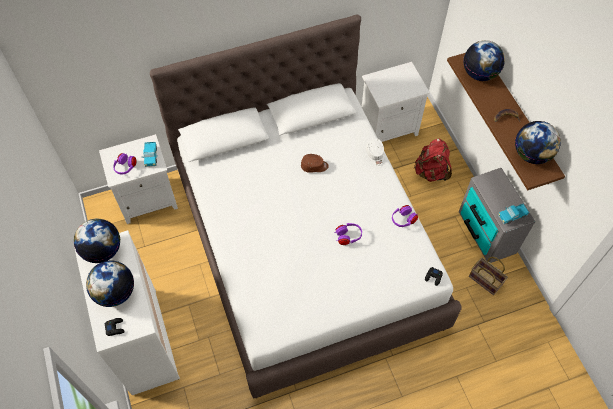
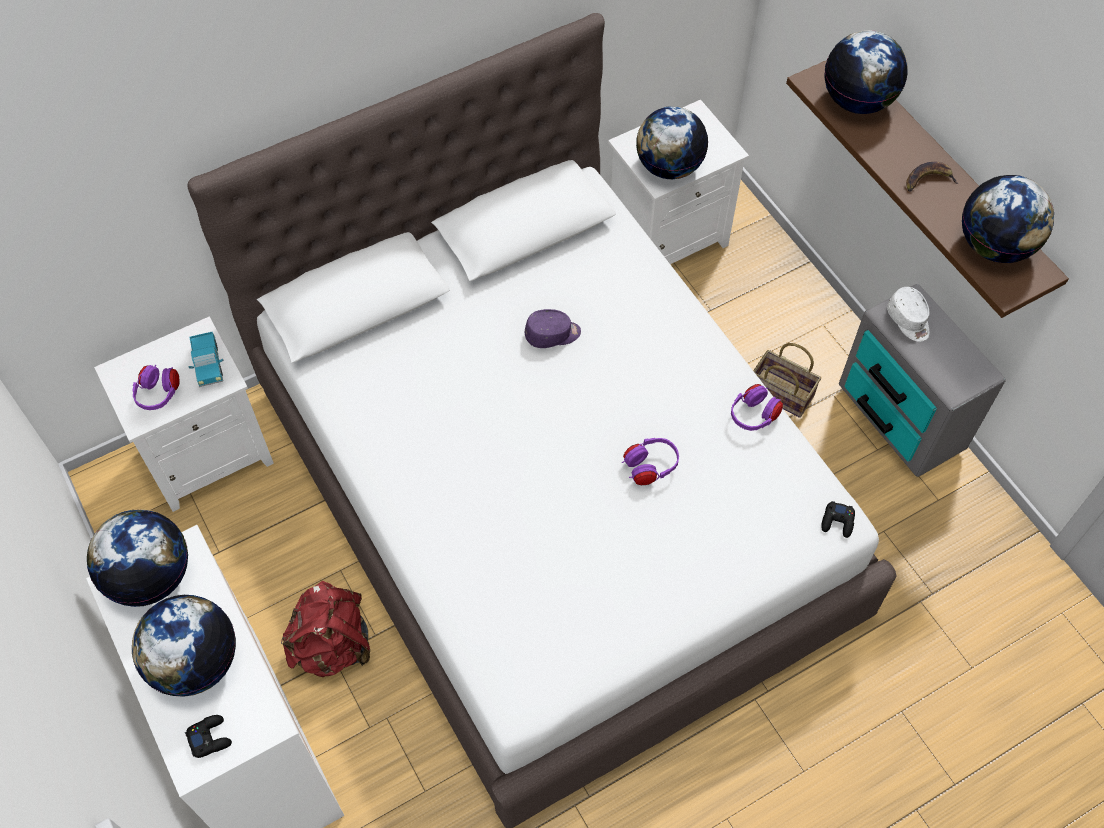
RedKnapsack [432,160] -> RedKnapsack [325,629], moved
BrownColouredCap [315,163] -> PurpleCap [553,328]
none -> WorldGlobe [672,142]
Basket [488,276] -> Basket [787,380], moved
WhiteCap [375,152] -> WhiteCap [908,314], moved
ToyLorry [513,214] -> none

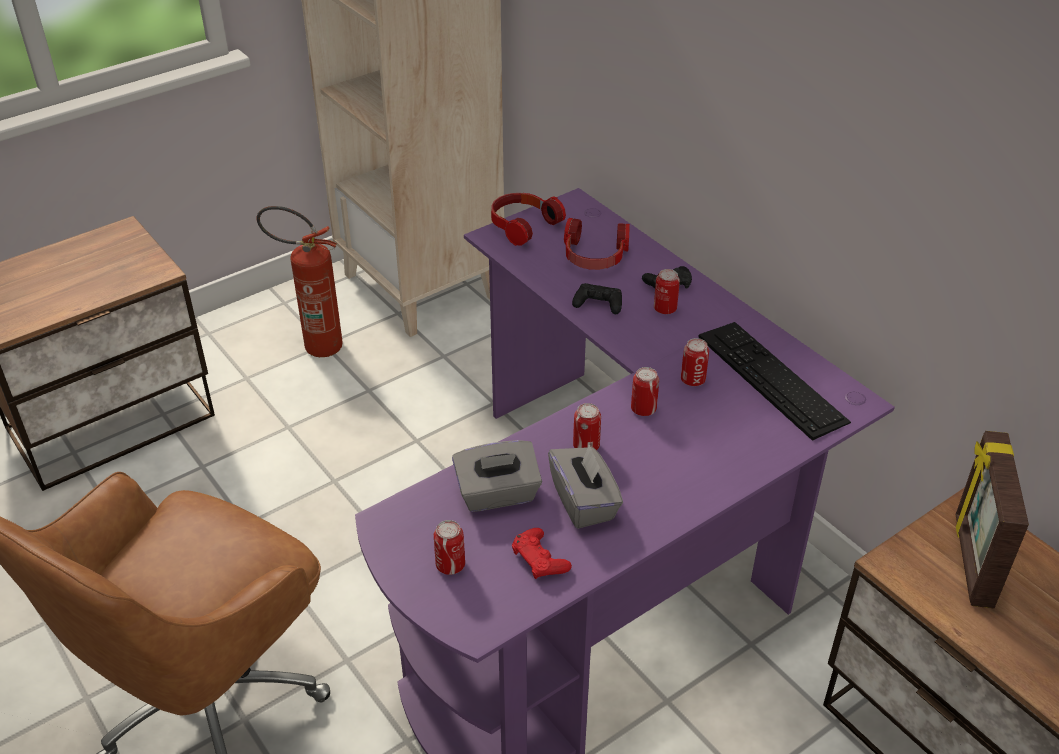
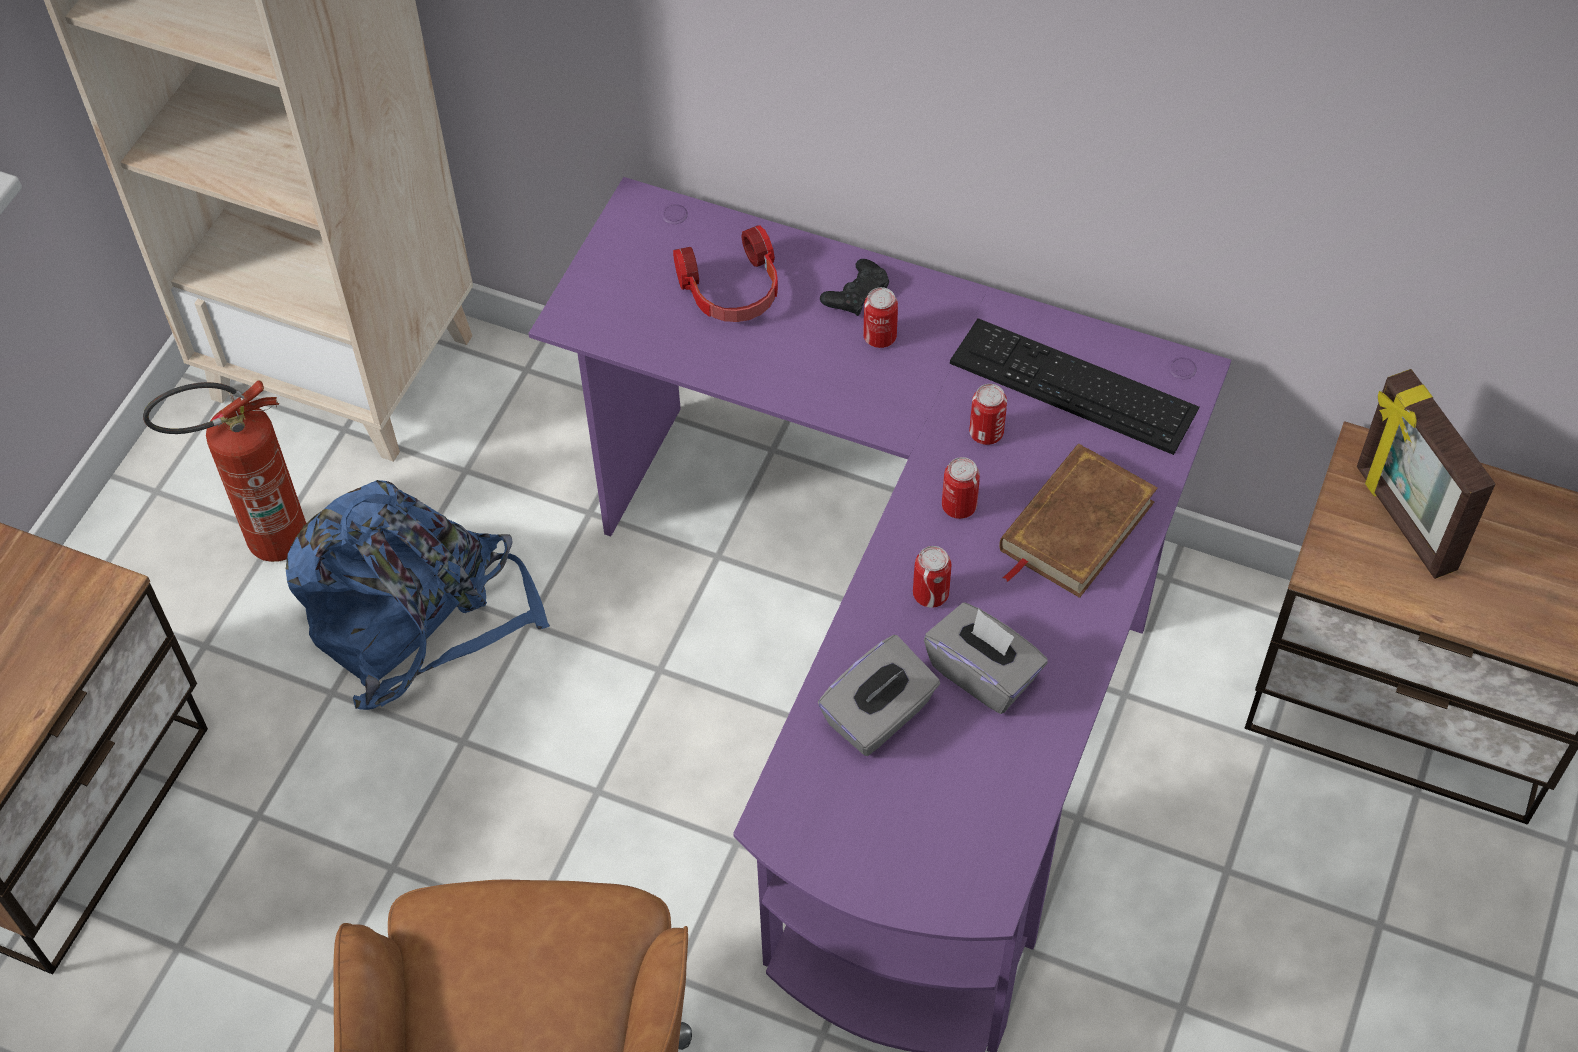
none -> BlueColouredKnapsack [418,595]
none -> BrownColouredBook [1078,521]
SealedCan [449,547] -> none
Headset [528,219] -> none
RedGamepad [542,553] -> none
BlackGamepad [597,298] -> none

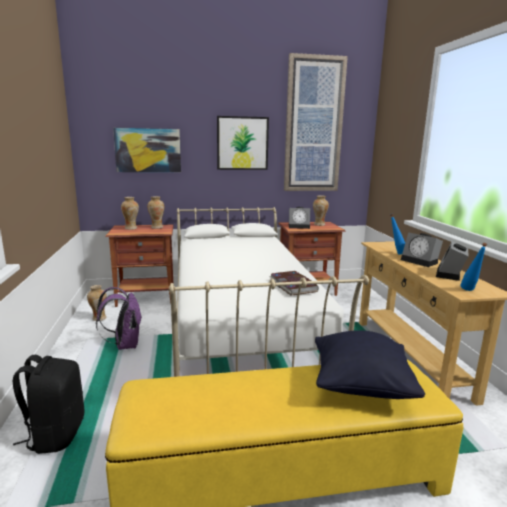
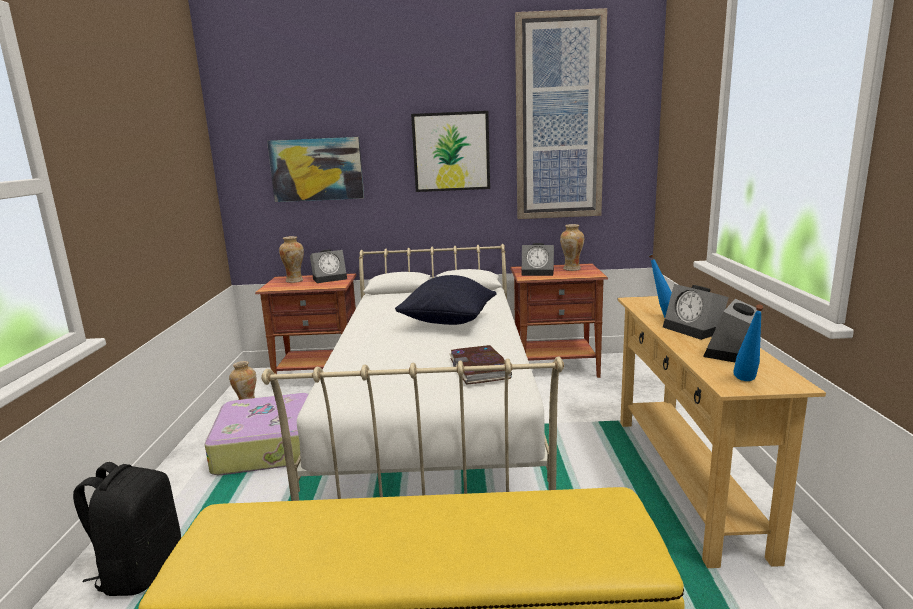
PurpleKnapsack [119,318] -> Suitcase [257,434]
FlowerVase [155,212] -> TableClock [328,266]
BlackThrowPillow [370,364] -> BlackThrowPillow [446,300], moved

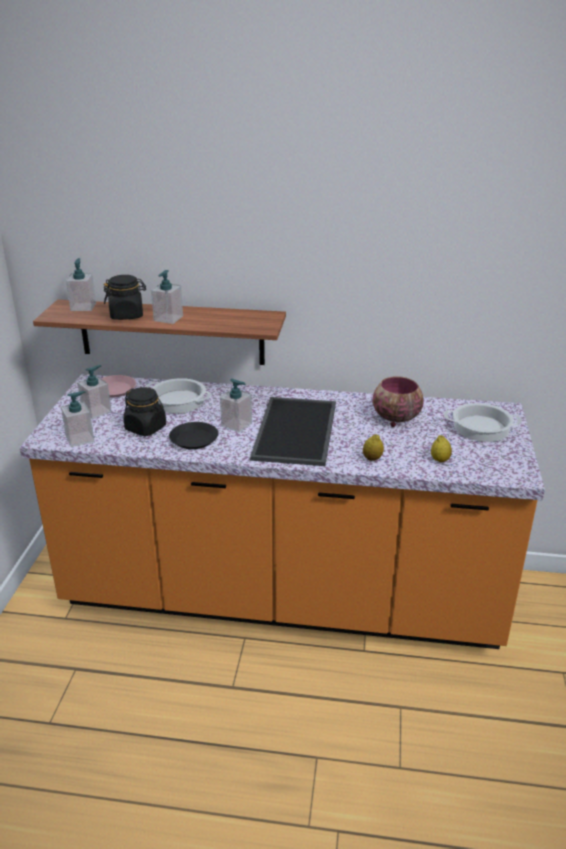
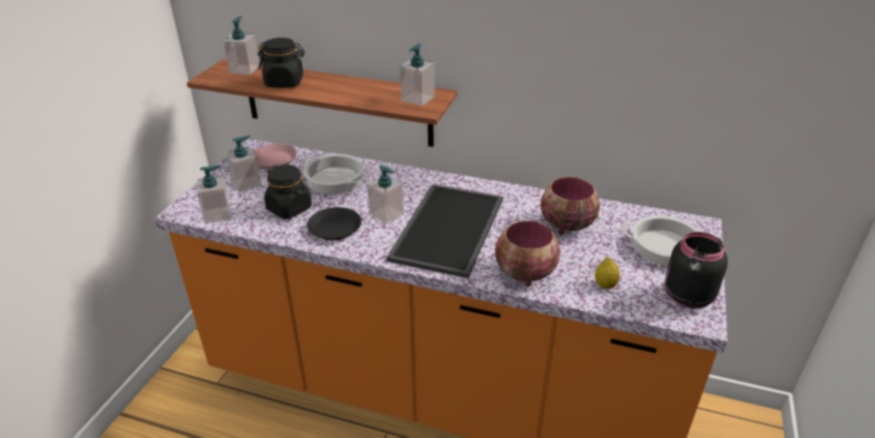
LiquidSoapBottle [167,297] -> LiquidSoapBottle [417,75], moved
Lemon [373,447] -> Bowl [527,253]
none -> BlackStorageJar [696,270]

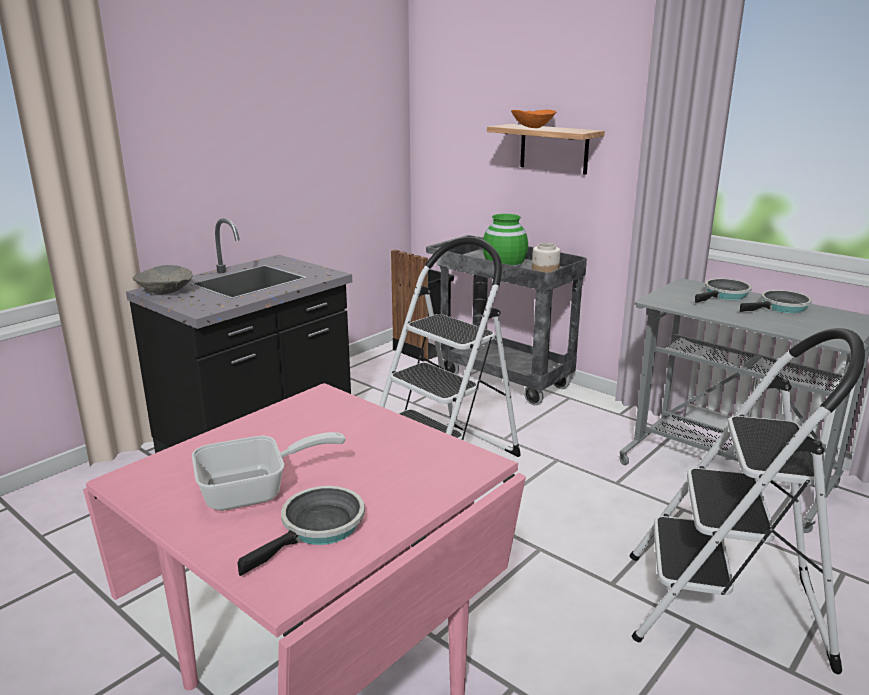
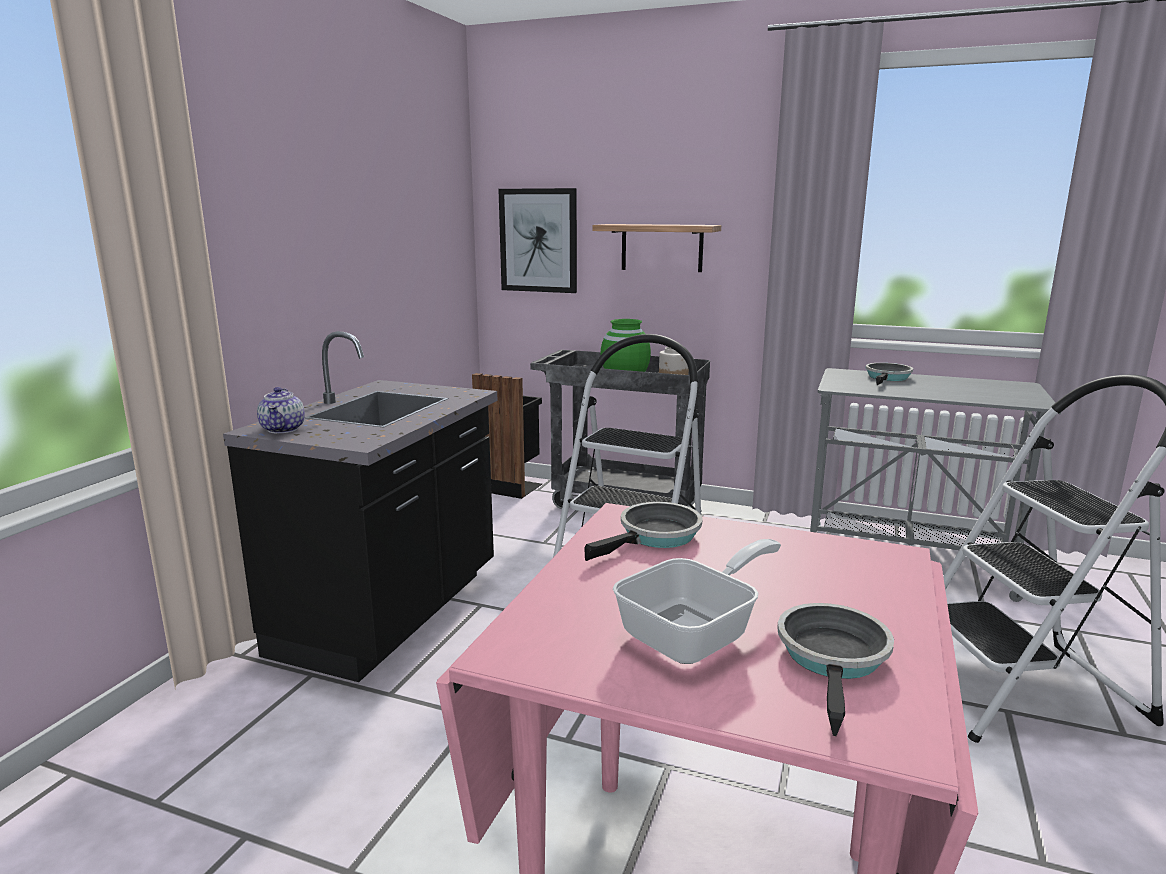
GreyishBowl [163,280] -> PotForTea [281,410]
none -> WallPicture [537,240]
Pan [776,301] -> Pan [643,531], moved
OrangeyBowl [534,119] -> none

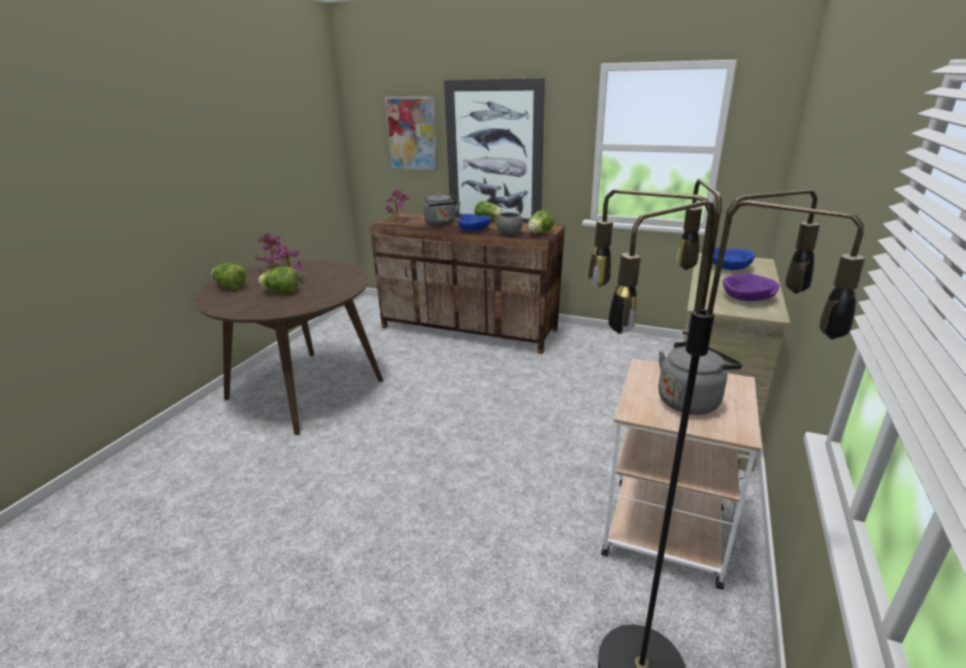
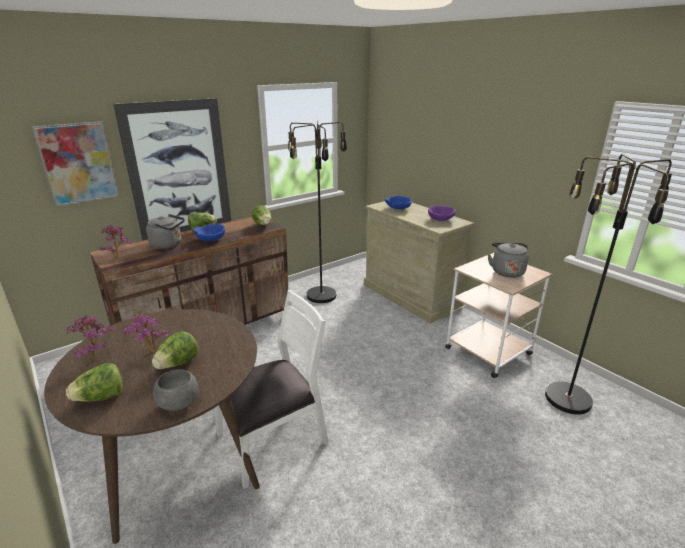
GreyishBowl [509,224] -> GreyishBowl [176,390], moved
none -> WhitePlainChair [271,389]
none -> StandingLamp [317,211]

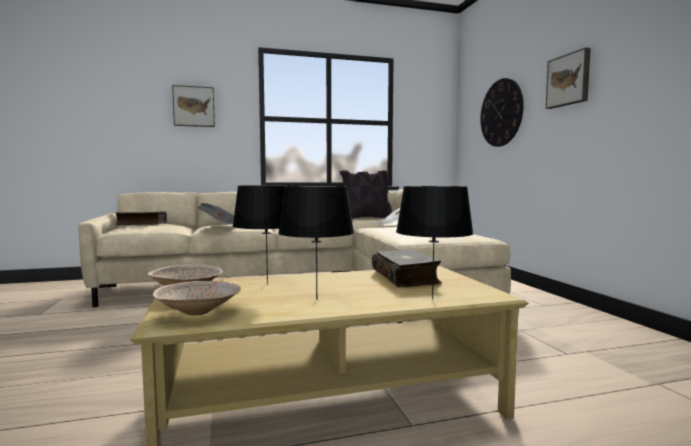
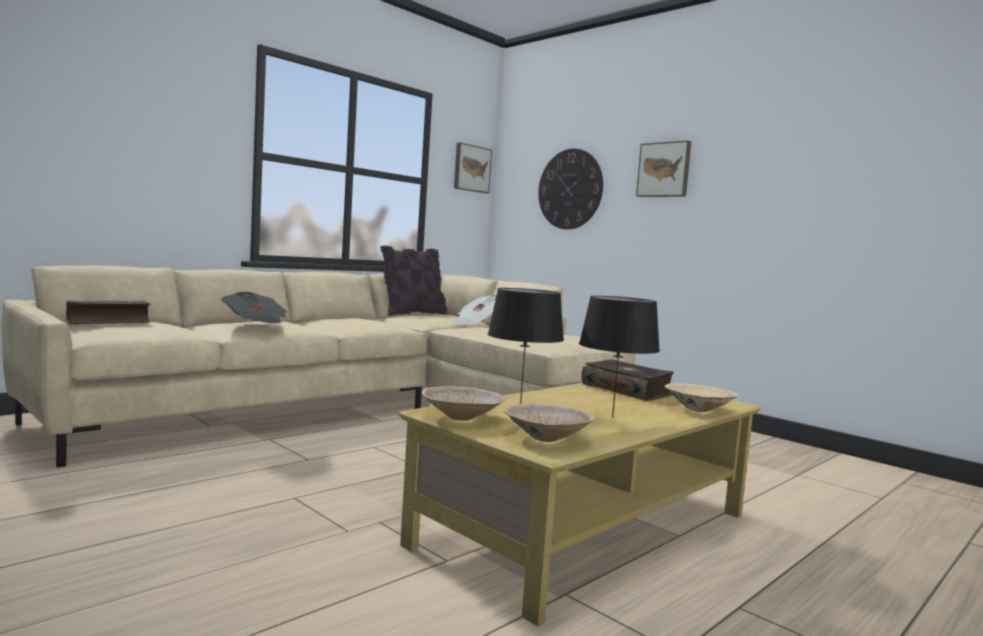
WallPicture [193,106] -> WallPicture [473,168], moved
BlackTableLamp [434,243] -> BeigeColouredBowl [702,397]

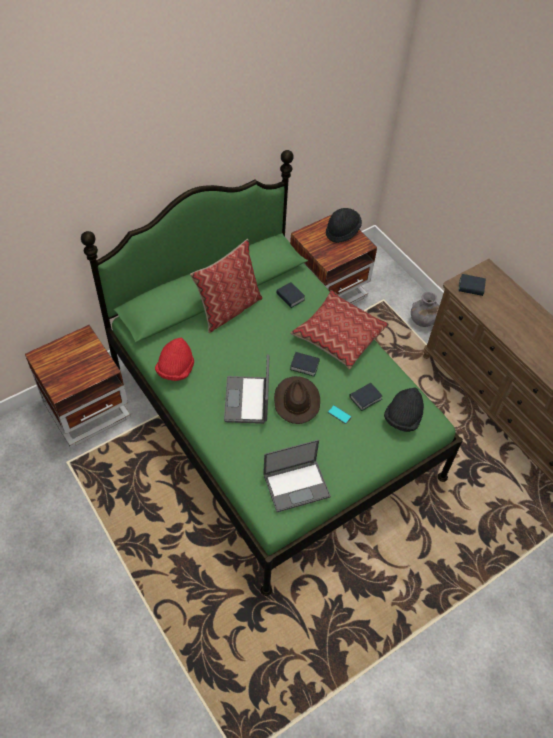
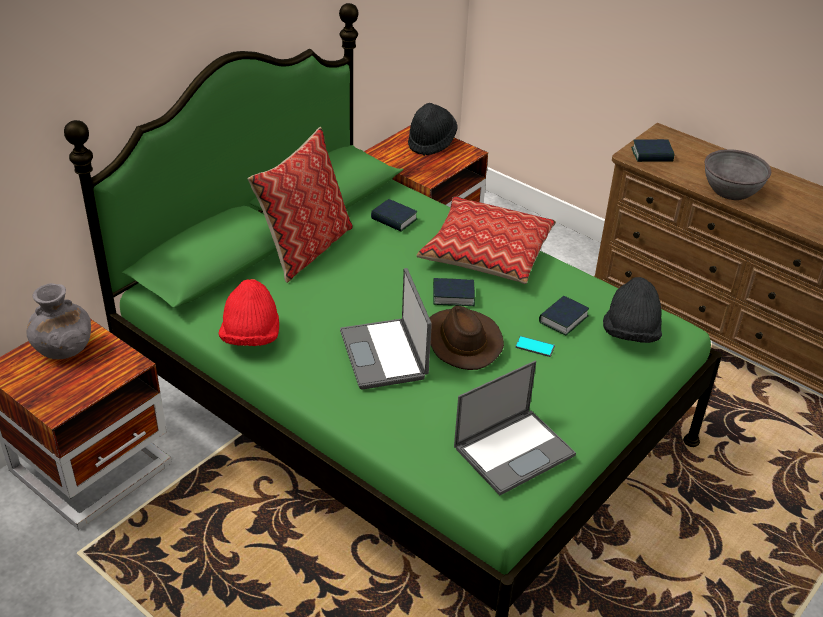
GreyishFlowerVase [425,309] -> GreyishFlowerVase [59,321], moved
none -> GreyishBowl [738,174]

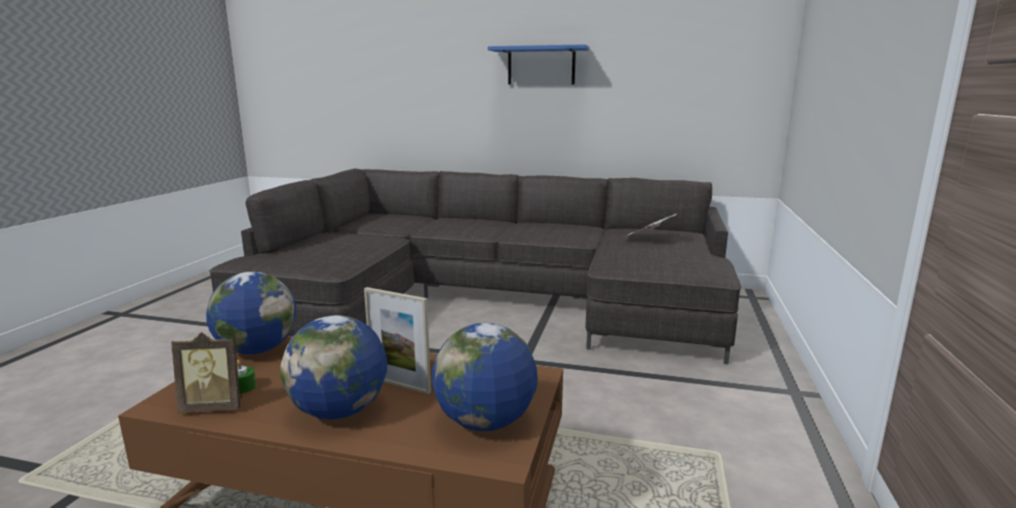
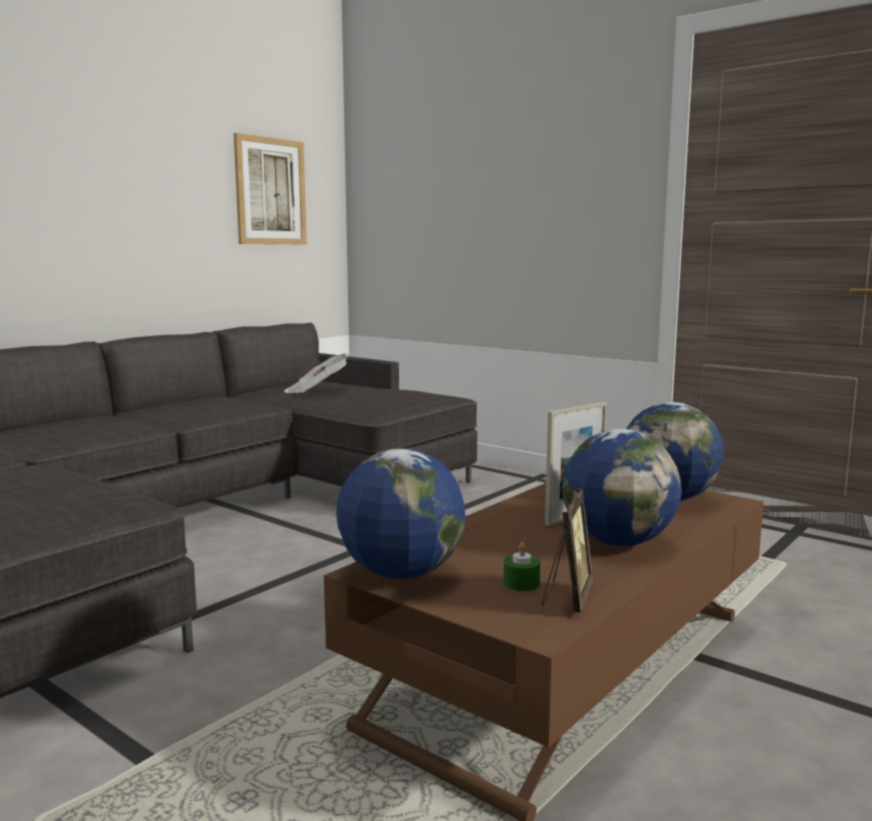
none -> WallPicture [270,188]
BlueColouredBracketShelf [538,64] -> none

